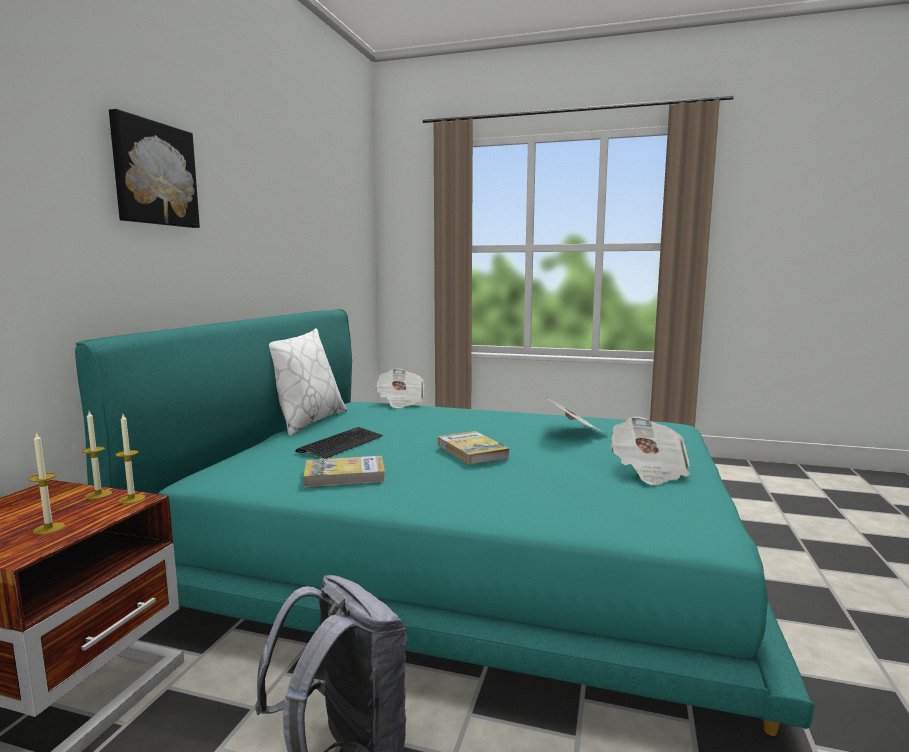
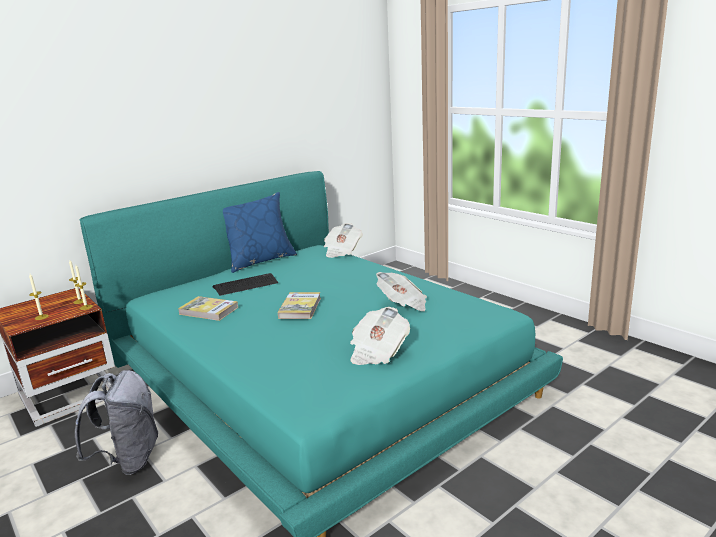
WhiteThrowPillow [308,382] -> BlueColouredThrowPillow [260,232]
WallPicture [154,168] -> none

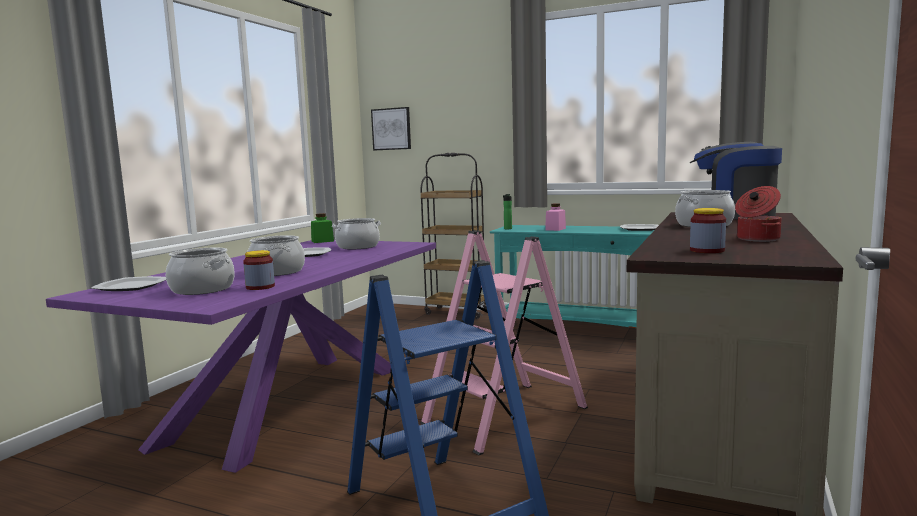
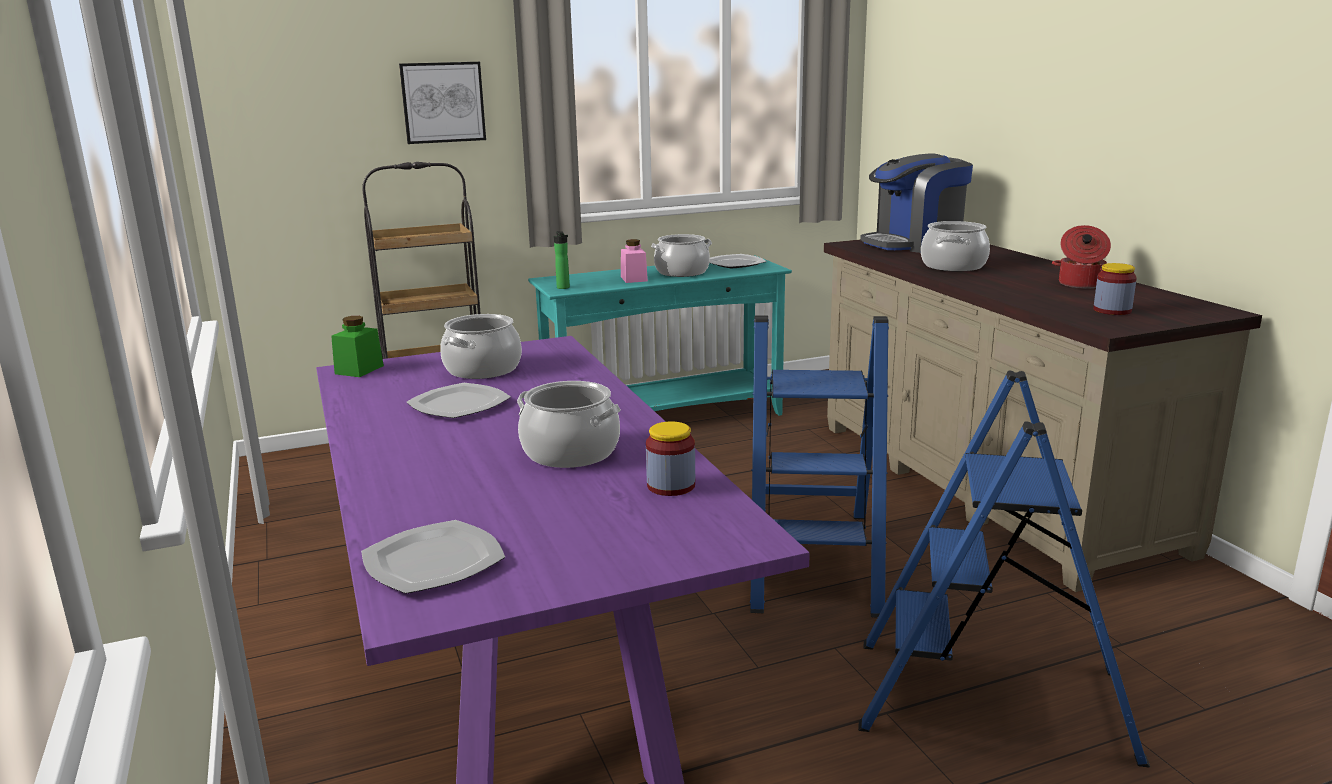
WallPicture [391,128] -> WallPicture [442,103], moved
CookingPot [200,271] -> CookingPot [681,255], moved
PinkColouredStepLadder [504,342] -> BlueColouredStepLadder [819,466]

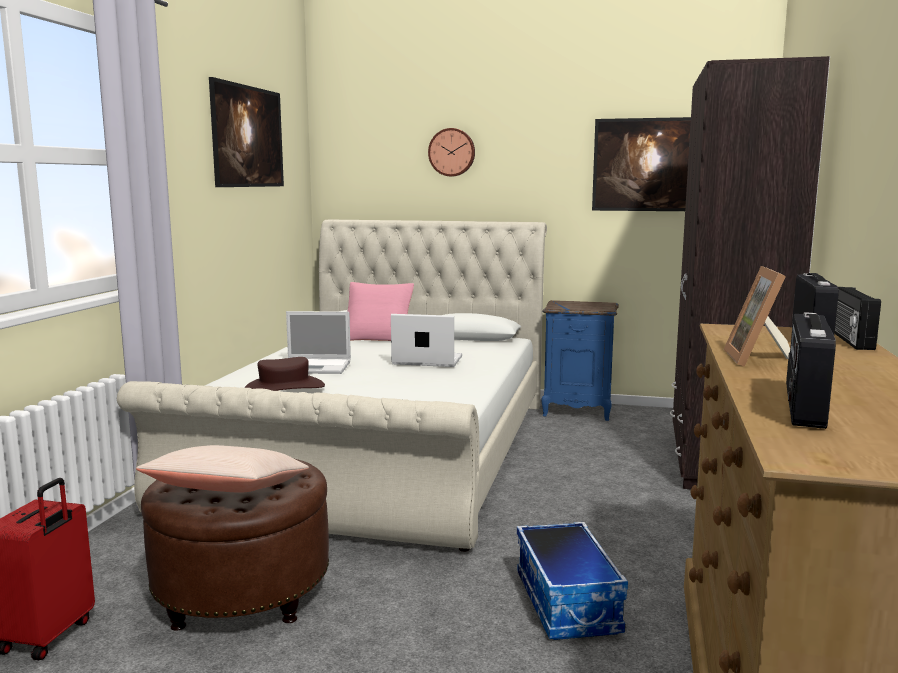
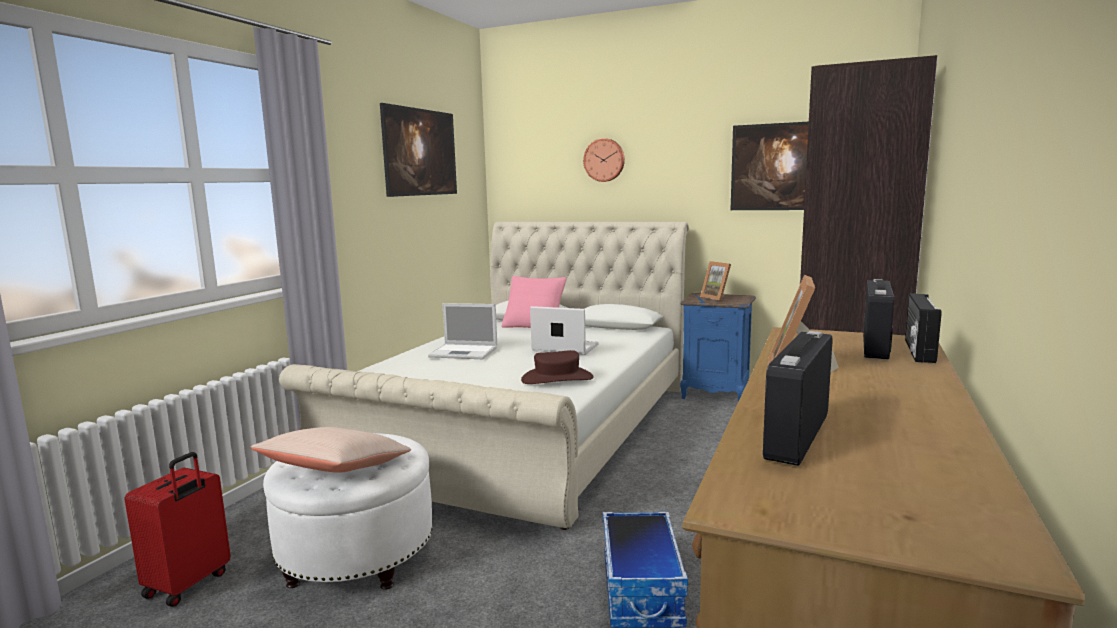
BrownColouredFootrest [235,545] -> WhiteFootrest [348,511]
BrownColouredHat [284,374] -> BrownColouredHat [557,367], moved
none -> PictureFrame [715,281]

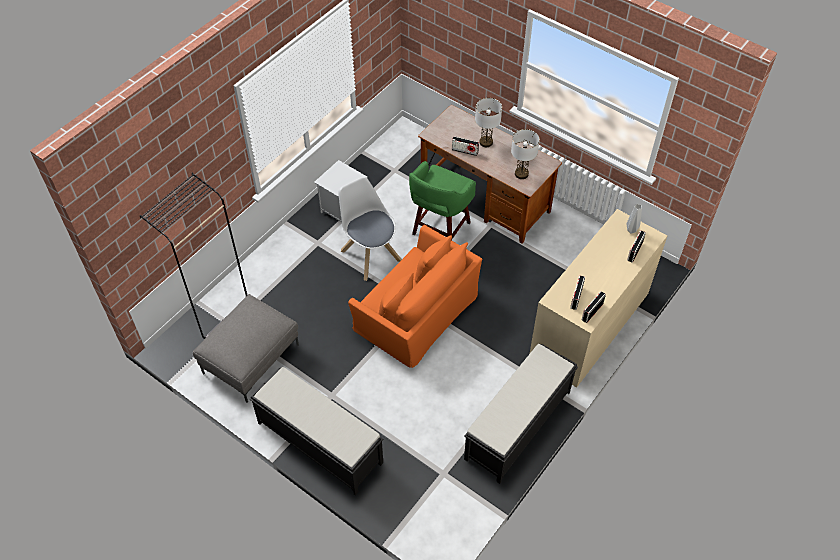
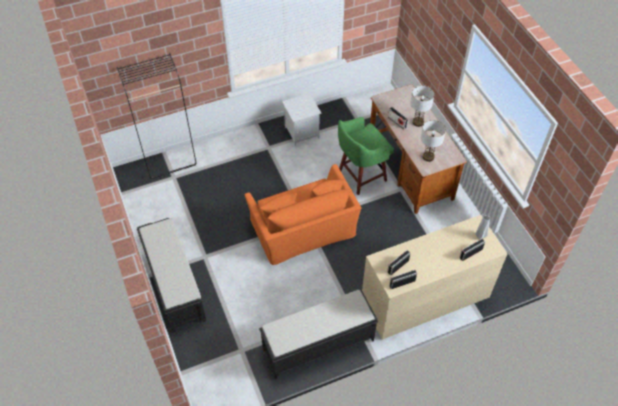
GreyishFootrest [246,348] -> none
PlainChair [370,228] -> none

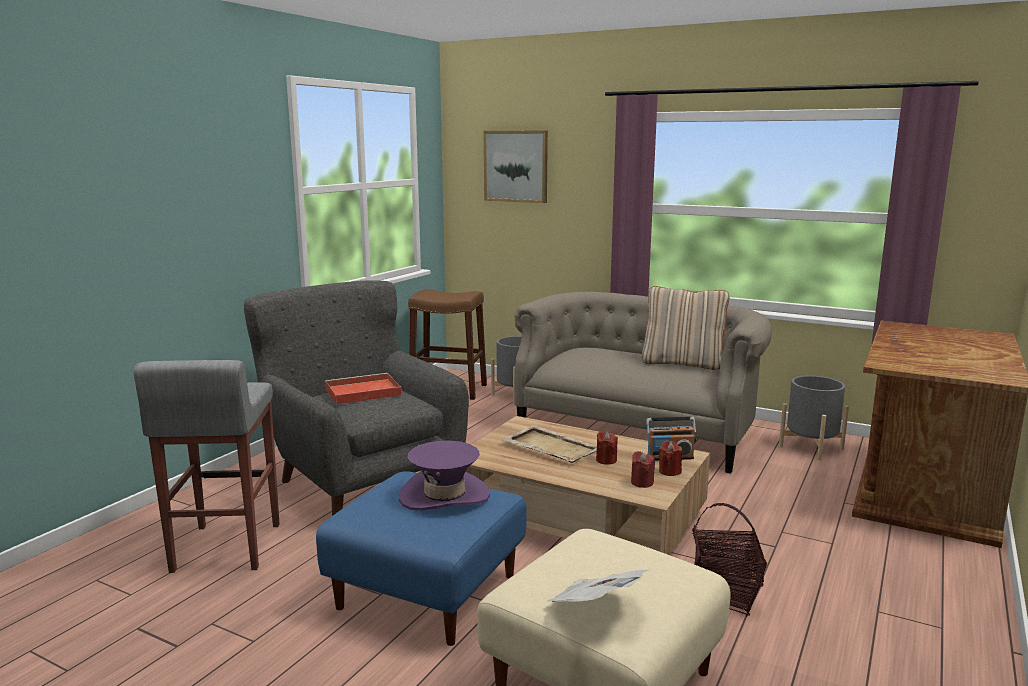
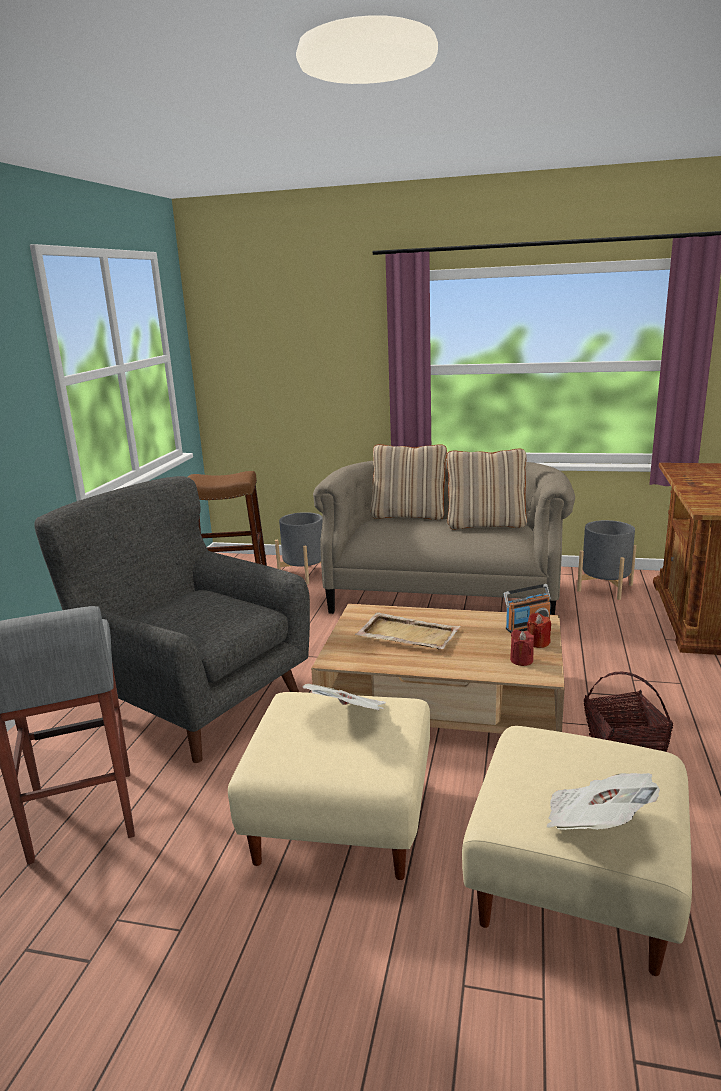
BlueColouredFootrest [421,558] -> BeigeColouredFootrest [329,786]
PurpleHat [444,475] -> Newspaper [344,697]
none -> BeigeColouredThrowPillow [409,482]
RedCarryingTray [363,389] -> none
WallPicture [516,166] -> none
RedWaxCandle [607,448] -> none

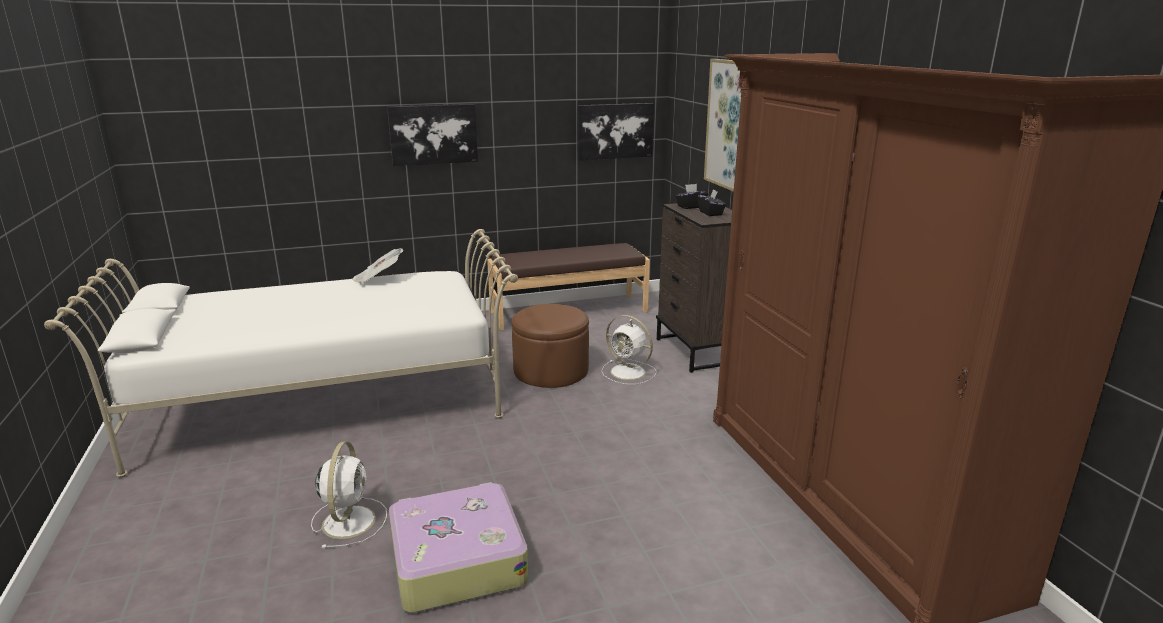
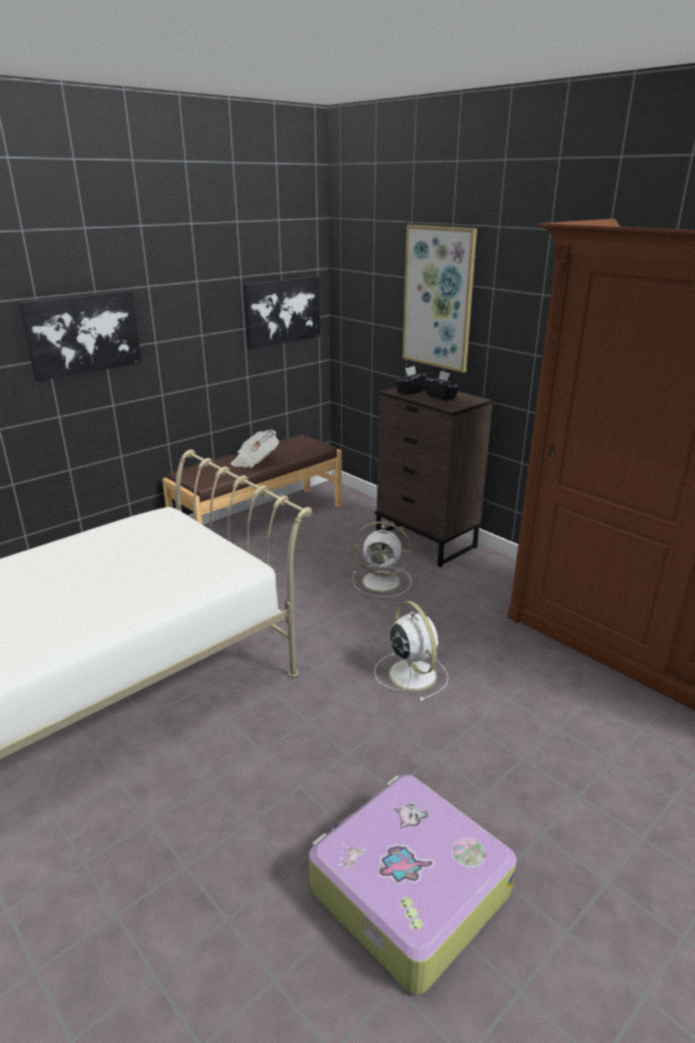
Newspaper [378,266] -> Newspaper [255,449], moved
WhiteElectricFan [349,495] -> WhiteElectricFan [411,651], moved
BrownColouredFootrest [550,346] -> none

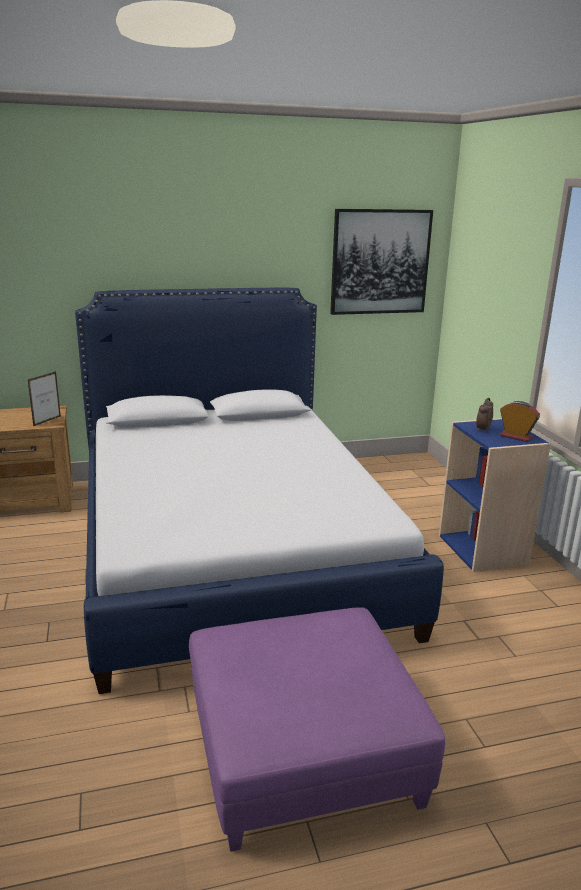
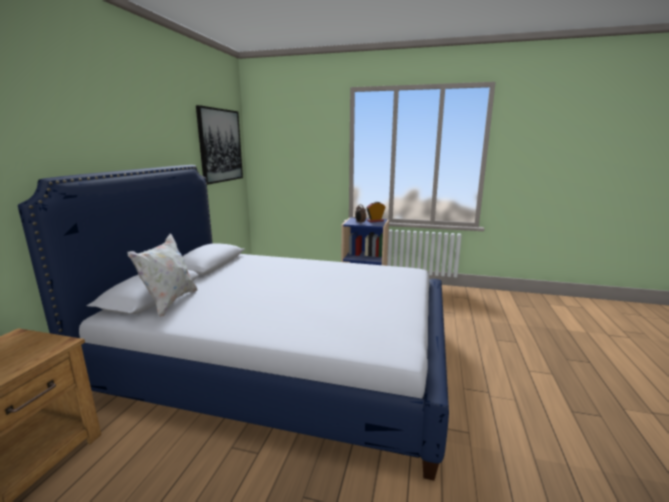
none -> WhiteThrowPillow [162,275]
PictureFrame [44,398] -> none
PurpleFootrest [317,729] -> none

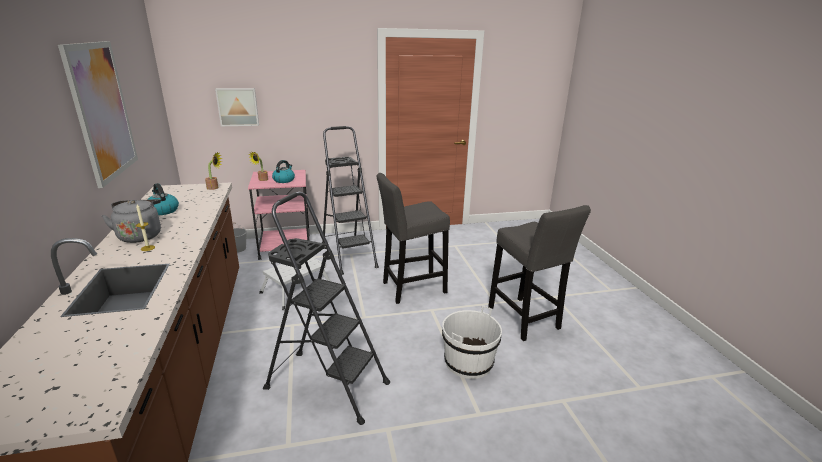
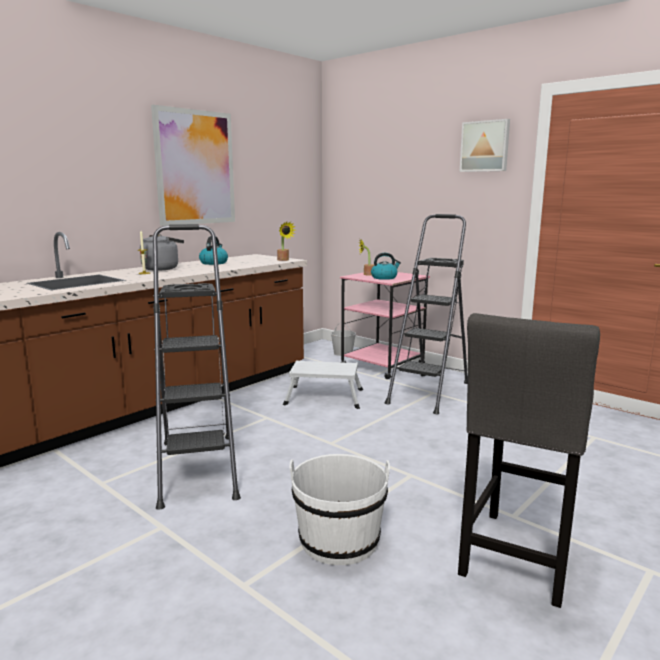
WallPicture [237,107] -> WallPicture [485,145], moved
GreyishSittingStool [413,238] -> none

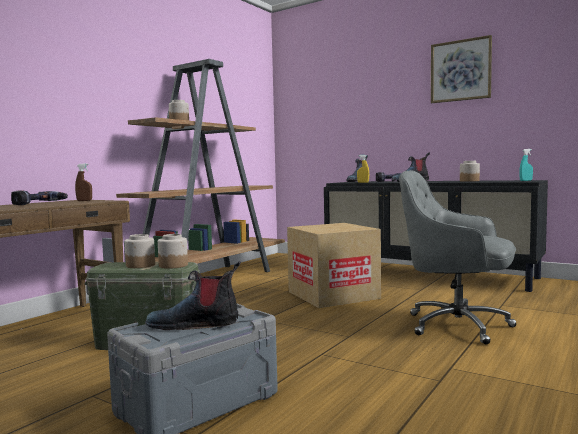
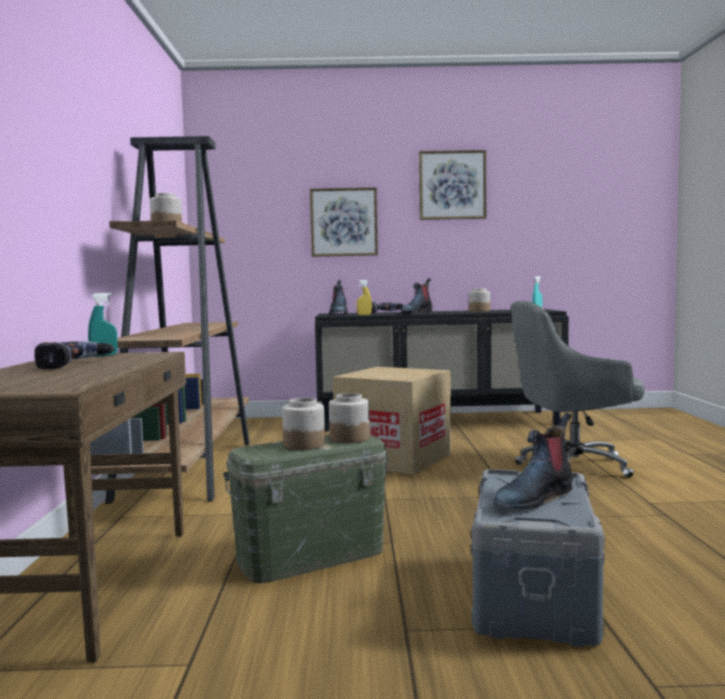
BrownColouredHandSprayer [83,182] -> TurquoiseColouredHandSprayer [102,325]
none -> WallPicture [344,222]

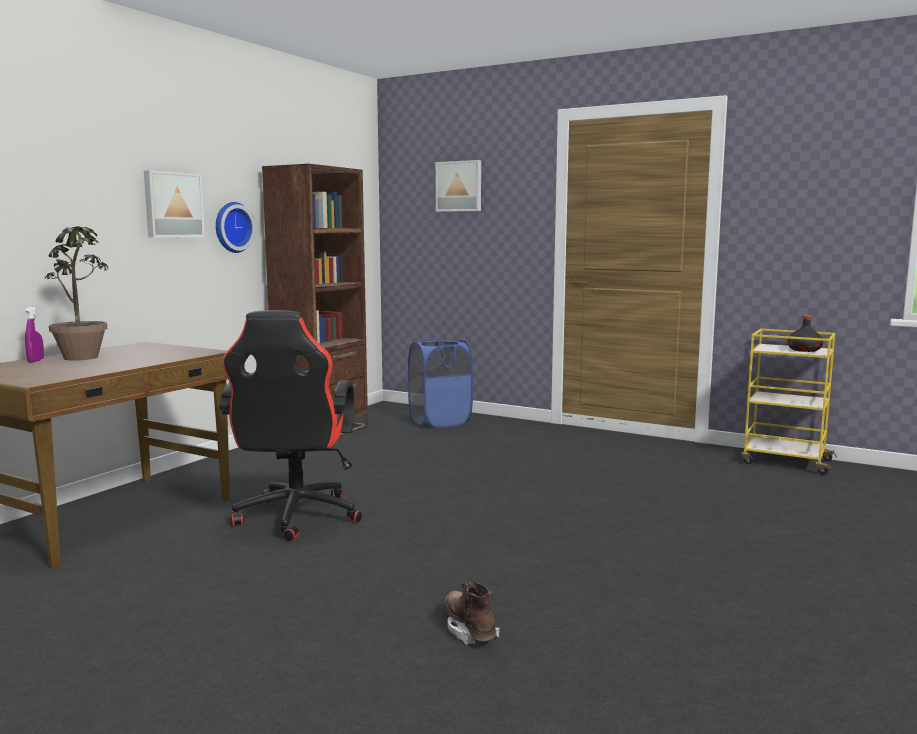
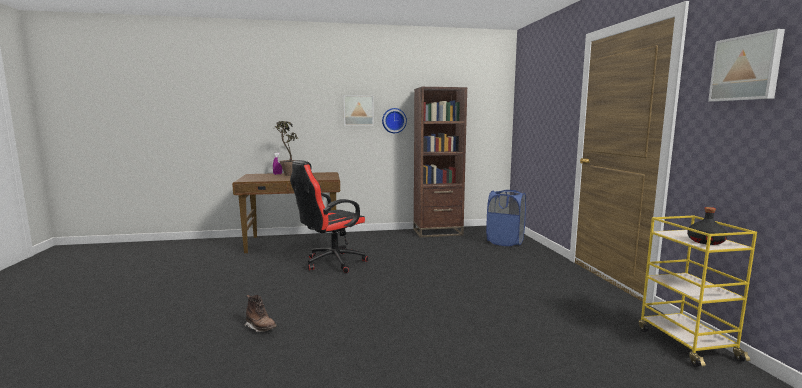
BrownColouredHighTopBoot [472,612] -> BrownColouredHighTopBoot [261,313], 105 degrees clockwise
WallPicture [458,186] -> WallPicture [746,65], moved

